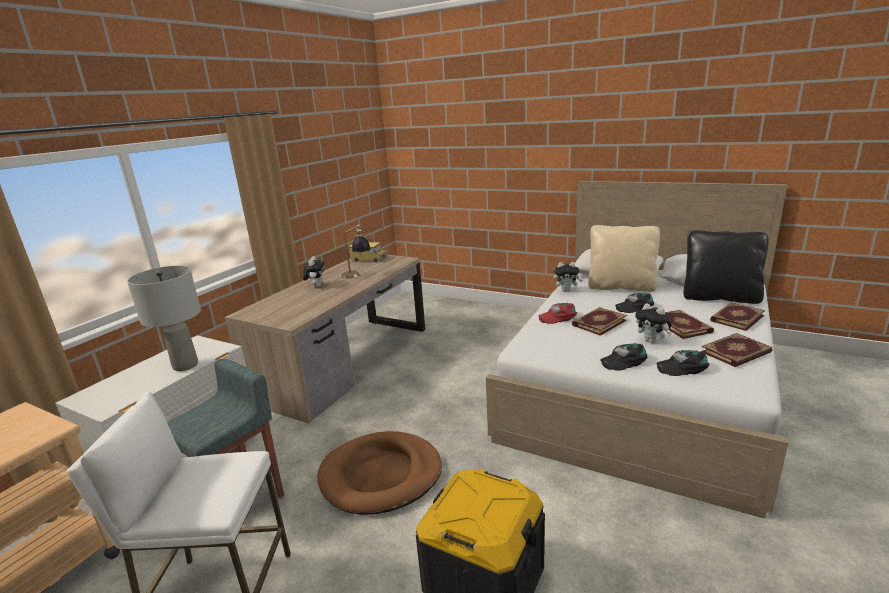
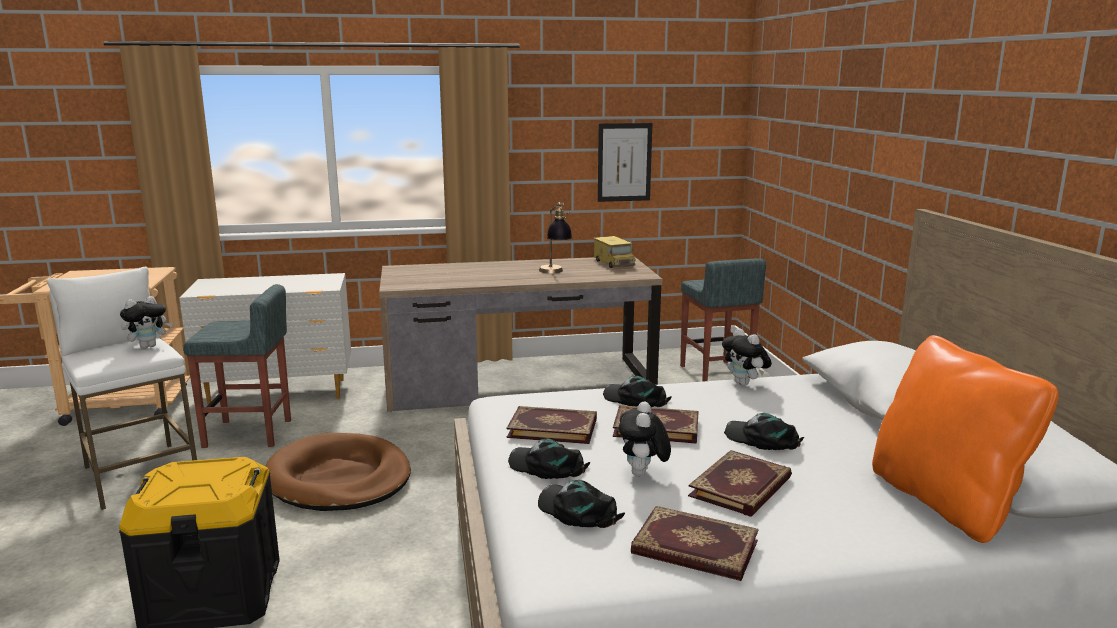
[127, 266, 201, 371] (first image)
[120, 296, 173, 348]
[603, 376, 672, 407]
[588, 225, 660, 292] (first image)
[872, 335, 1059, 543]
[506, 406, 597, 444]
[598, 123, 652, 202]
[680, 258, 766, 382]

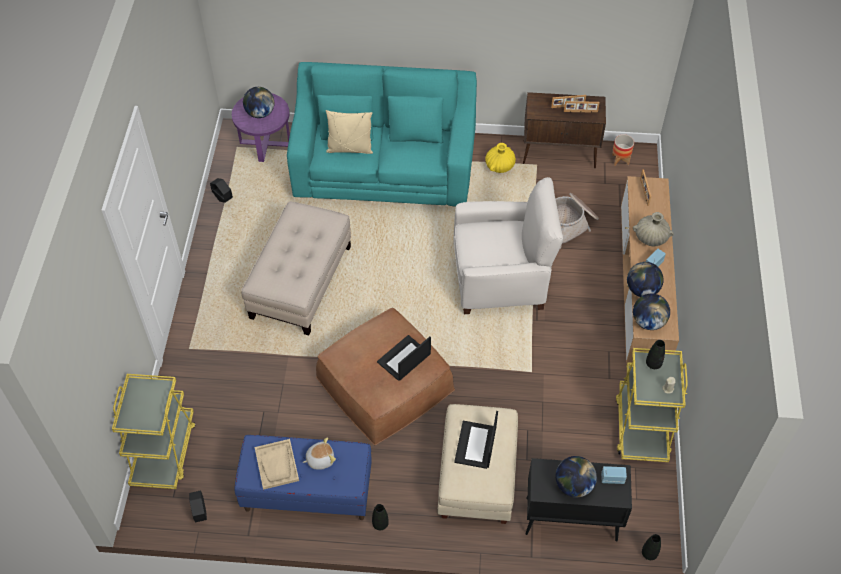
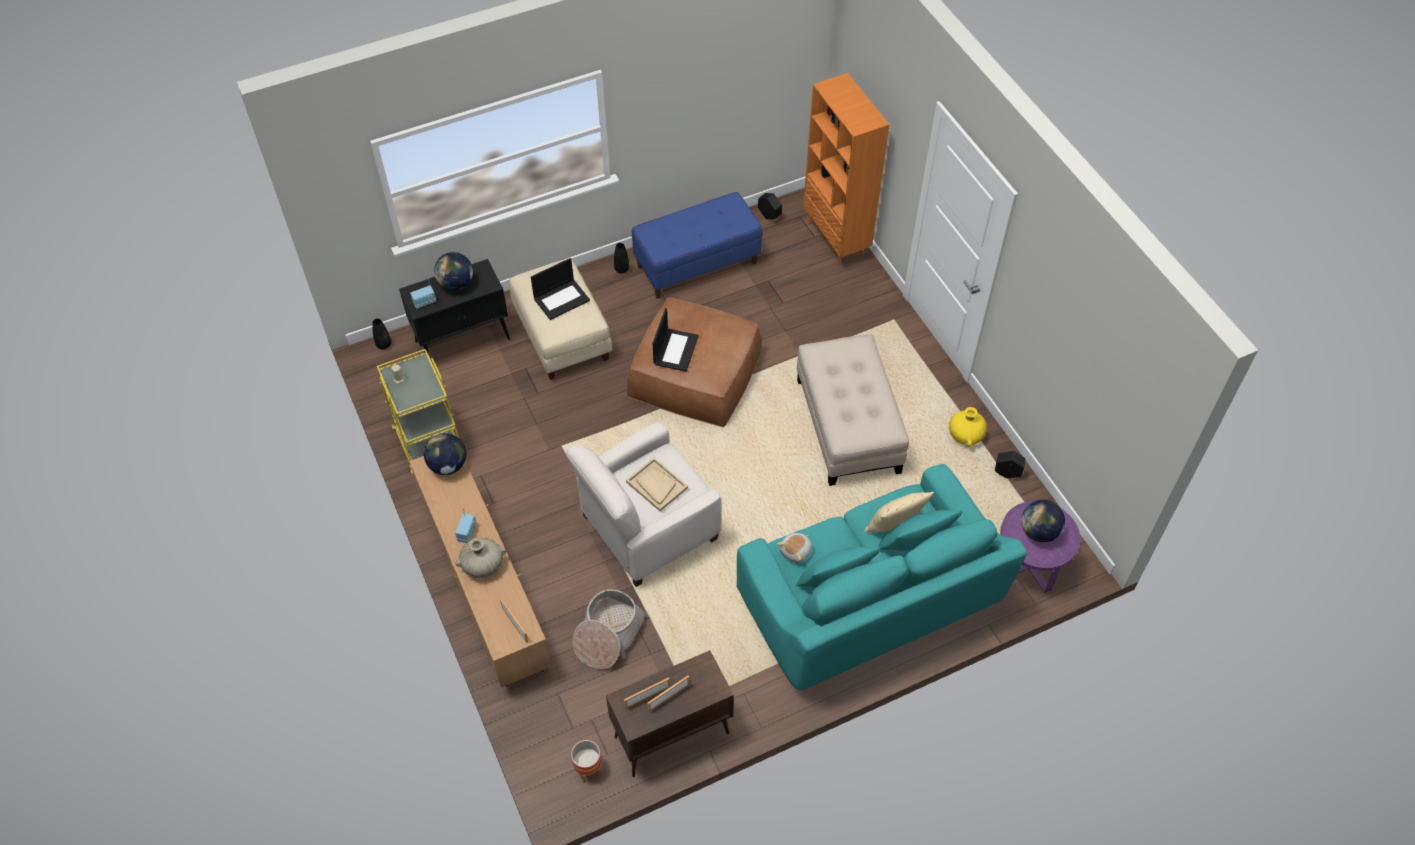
[803, 73, 889, 266]
[626, 457, 688, 511]
[777, 533, 812, 563]
[531, 258, 590, 320]
[949, 407, 987, 446]
[627, 262, 664, 297] (first image)
[646, 340, 665, 369] (first image)

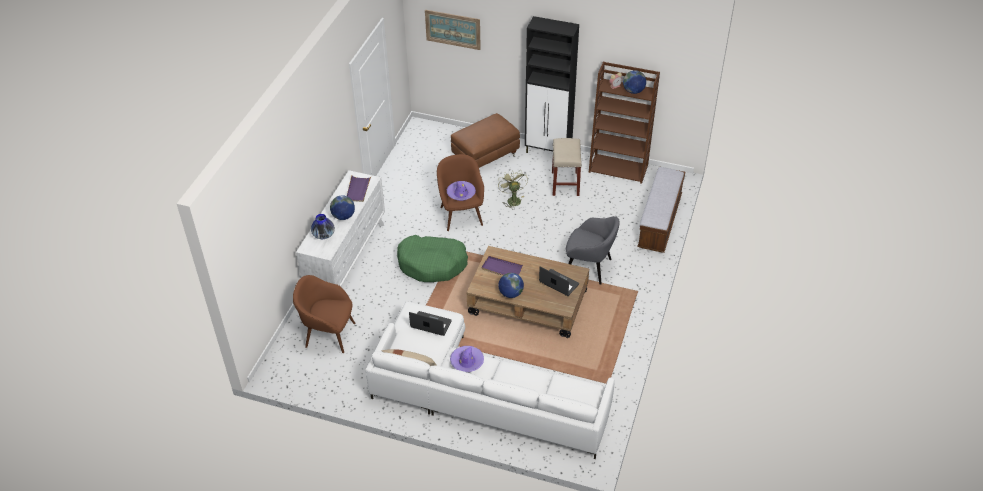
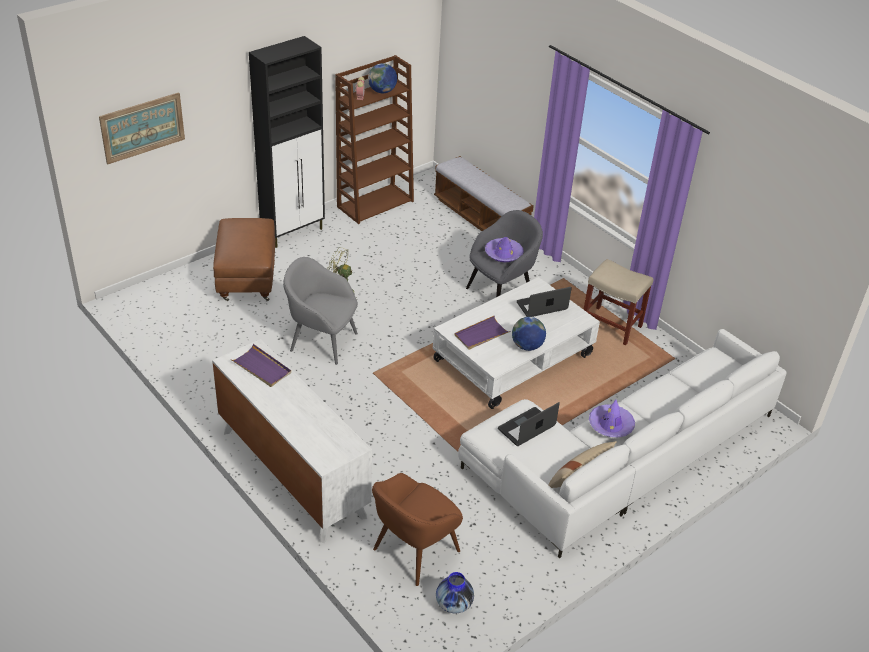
[436, 572, 474, 613]
[330, 195, 355, 220] (first image)
[397, 235, 468, 282] (first image)
[283, 257, 358, 365]
[485, 237, 524, 262]
[433, 277, 600, 409]
[583, 259, 653, 345]

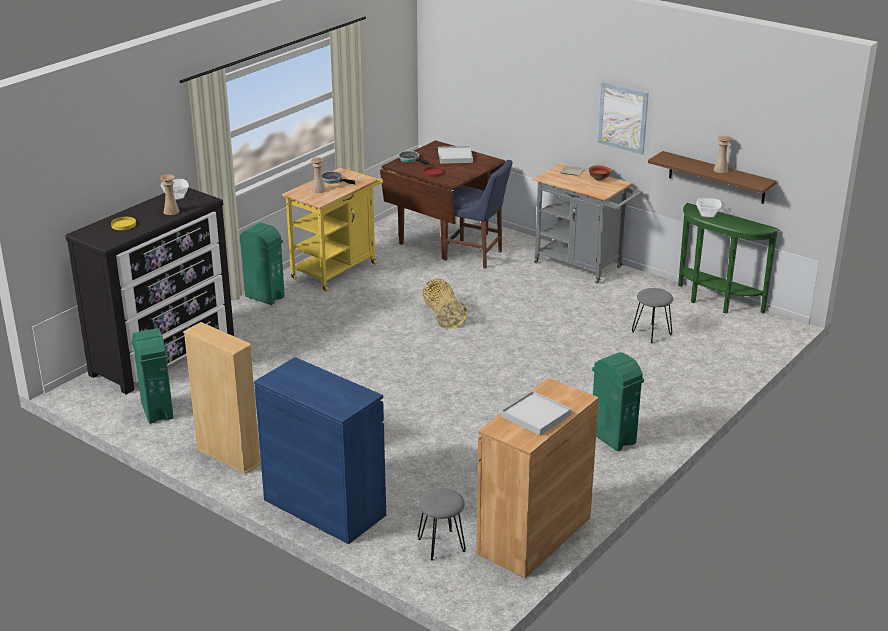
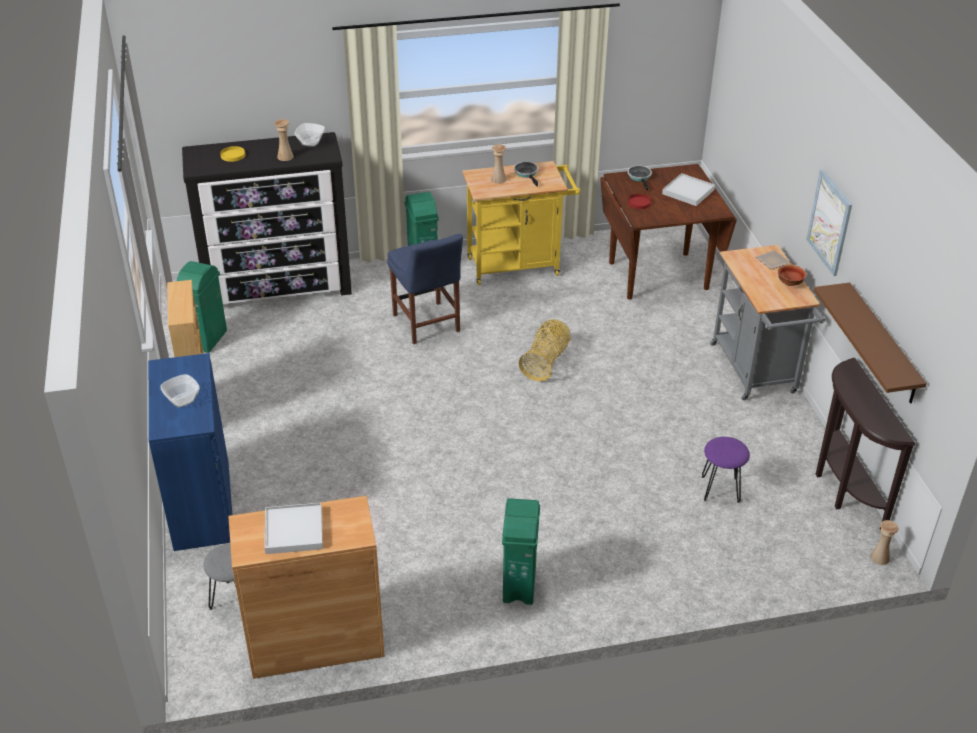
[387, 234, 463, 344]
[702, 437, 750, 503]
[816, 358, 915, 530]
[160, 374, 200, 408]
[870, 520, 898, 565]

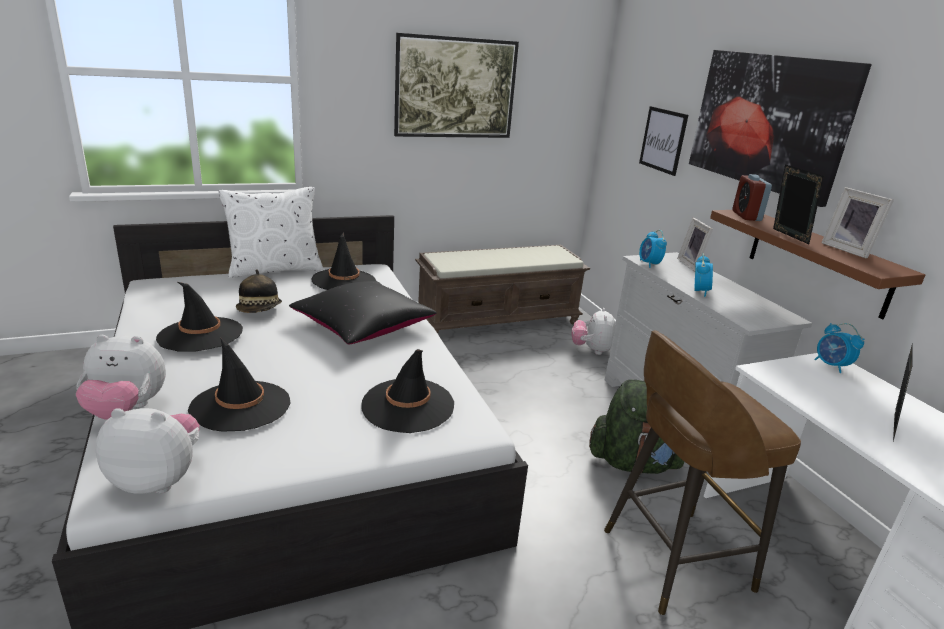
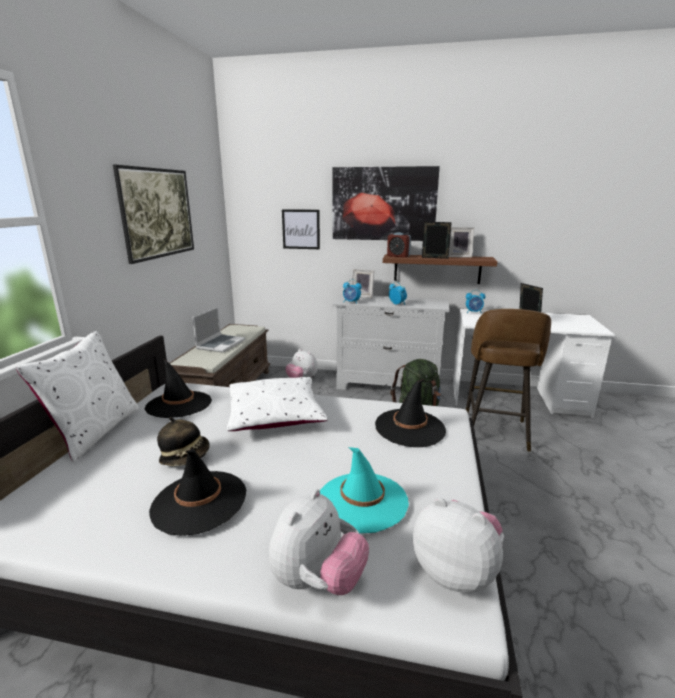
[413, 498, 504, 592]
[320, 447, 409, 533]
[227, 377, 328, 431]
[193, 307, 246, 352]

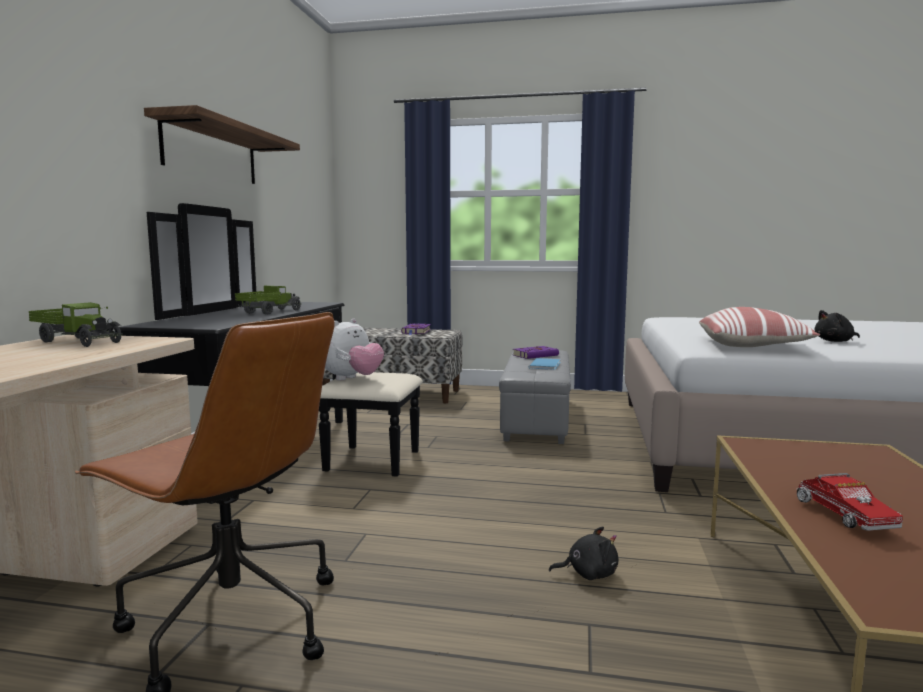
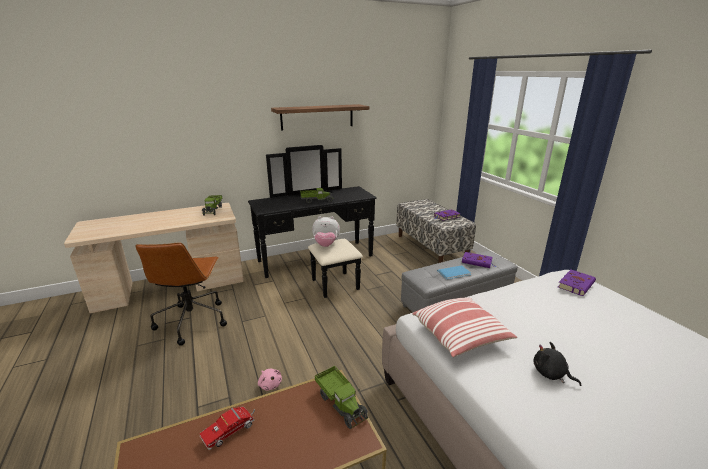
[258, 369, 282, 391]
[315, 366, 368, 429]
[558, 270, 596, 296]

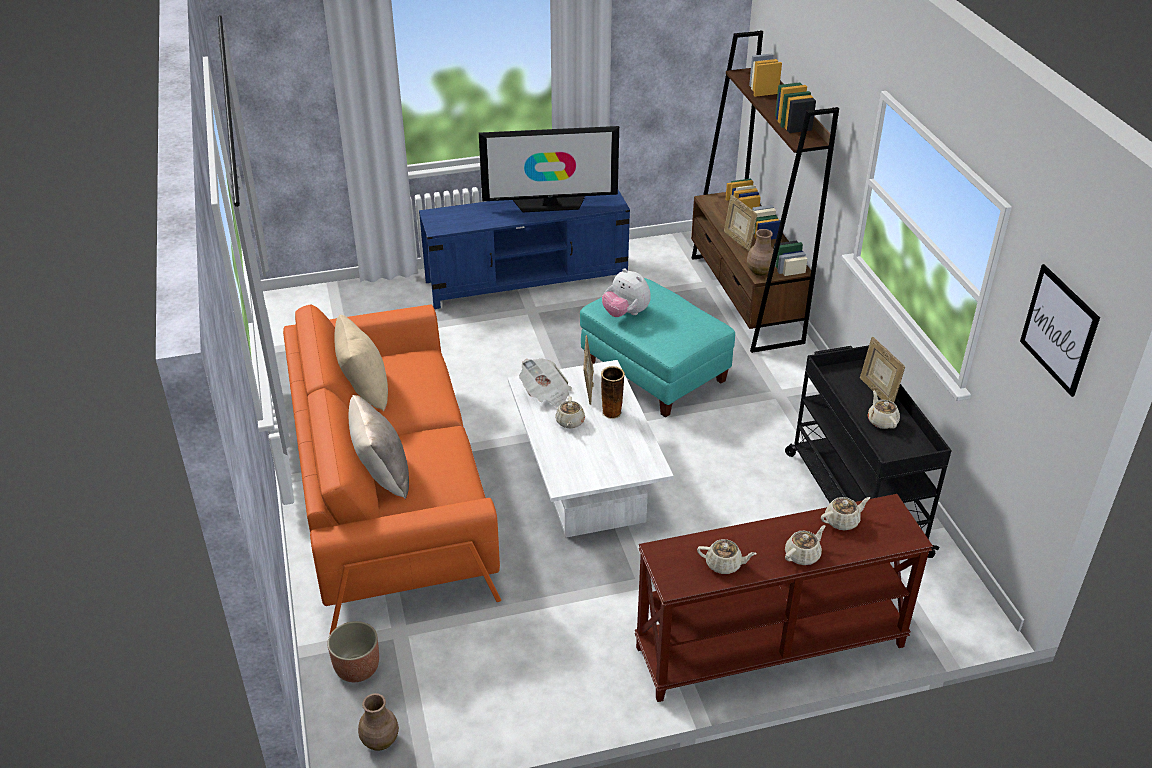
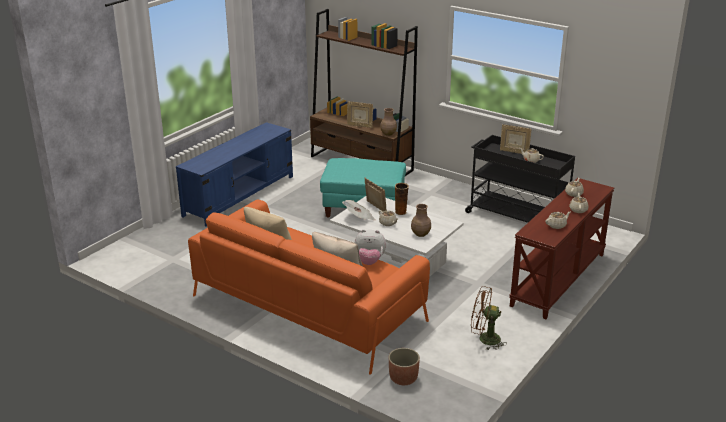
[411, 204, 431, 237]
[479, 126, 619, 212] (first image)
[355, 229, 386, 265]
[1020, 264, 1100, 397] (first image)
[471, 286, 507, 350]

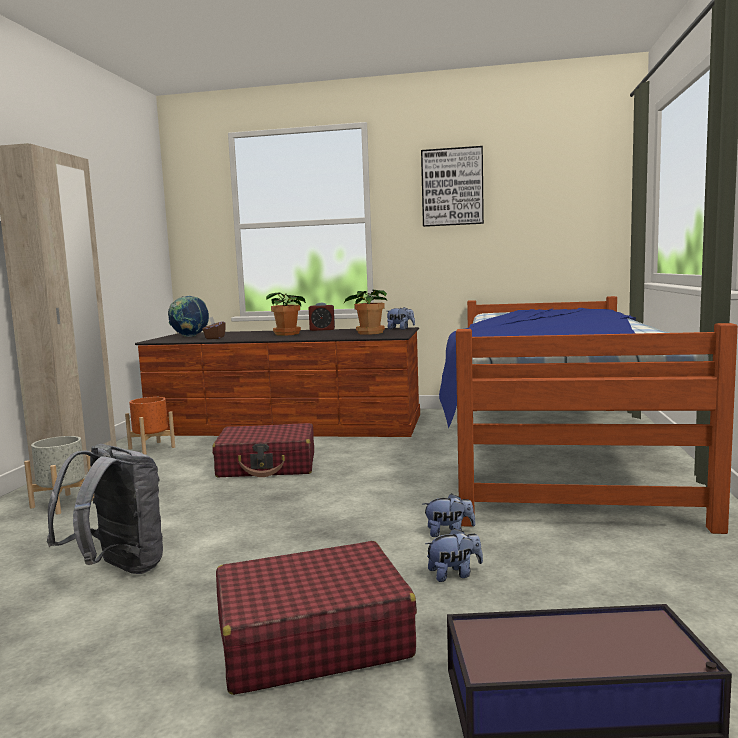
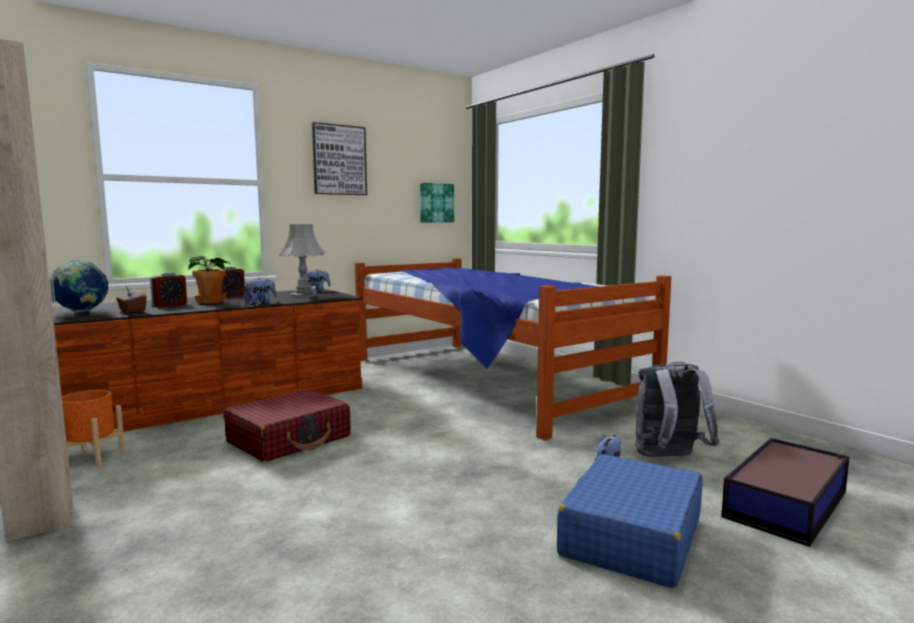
[24, 436, 94, 515] (first image)
[635, 362, 720, 457]
[557, 454, 702, 588]
[279, 224, 325, 297]
[243, 278, 277, 304]
[150, 272, 187, 307]
[420, 183, 454, 222]

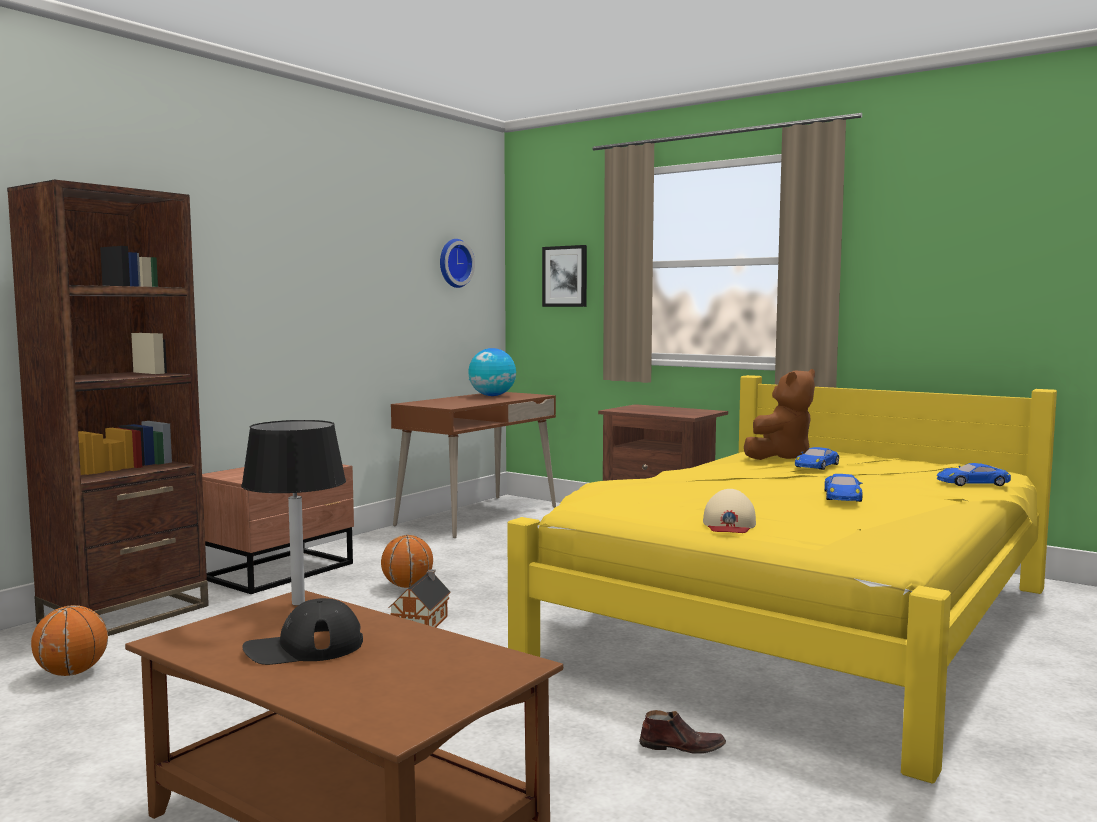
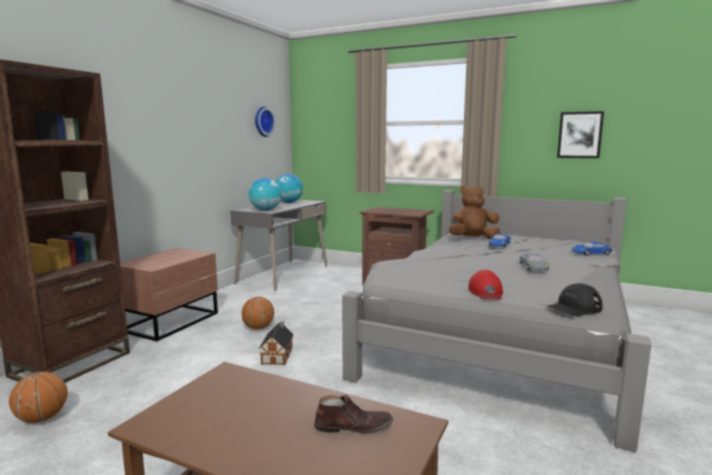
[241, 420, 346, 606] (first image)
[548, 284, 603, 316]
[230, 200, 327, 291]
[342, 190, 651, 452]
[557, 111, 604, 158]
[314, 395, 393, 434]
[468, 270, 503, 299]
[449, 186, 500, 239]
[520, 253, 549, 271]
[249, 178, 282, 211]

